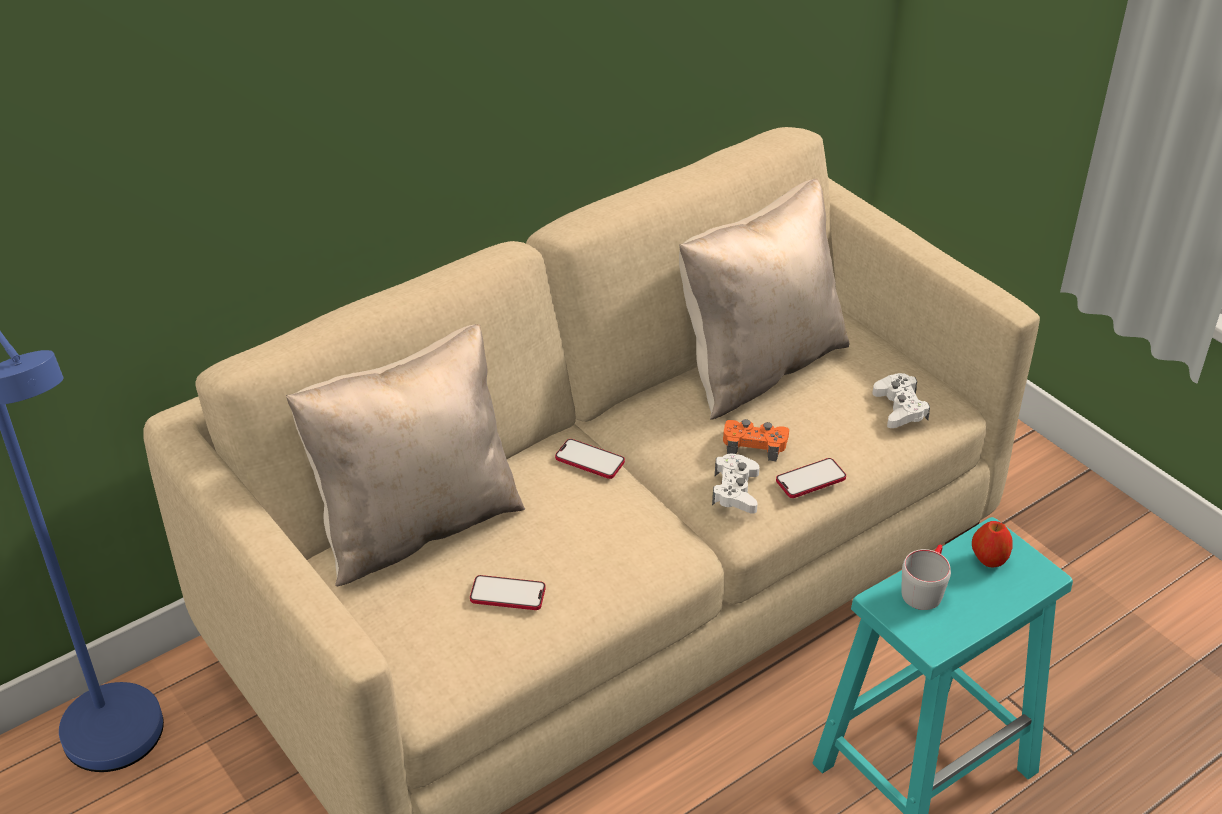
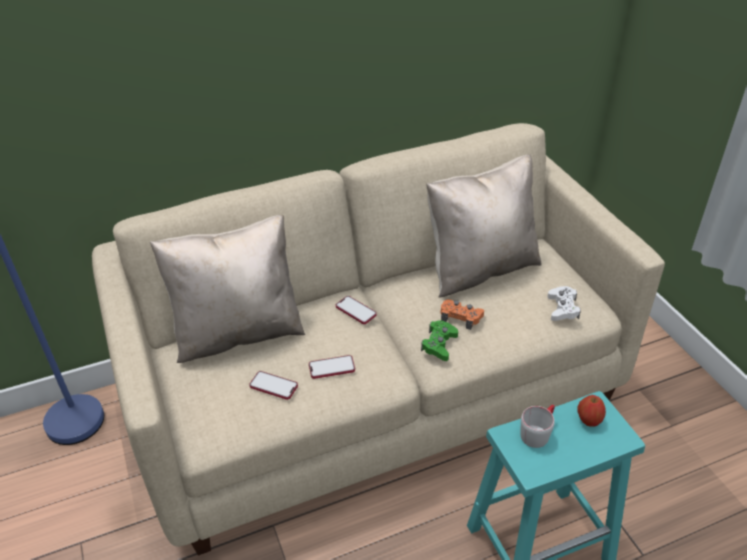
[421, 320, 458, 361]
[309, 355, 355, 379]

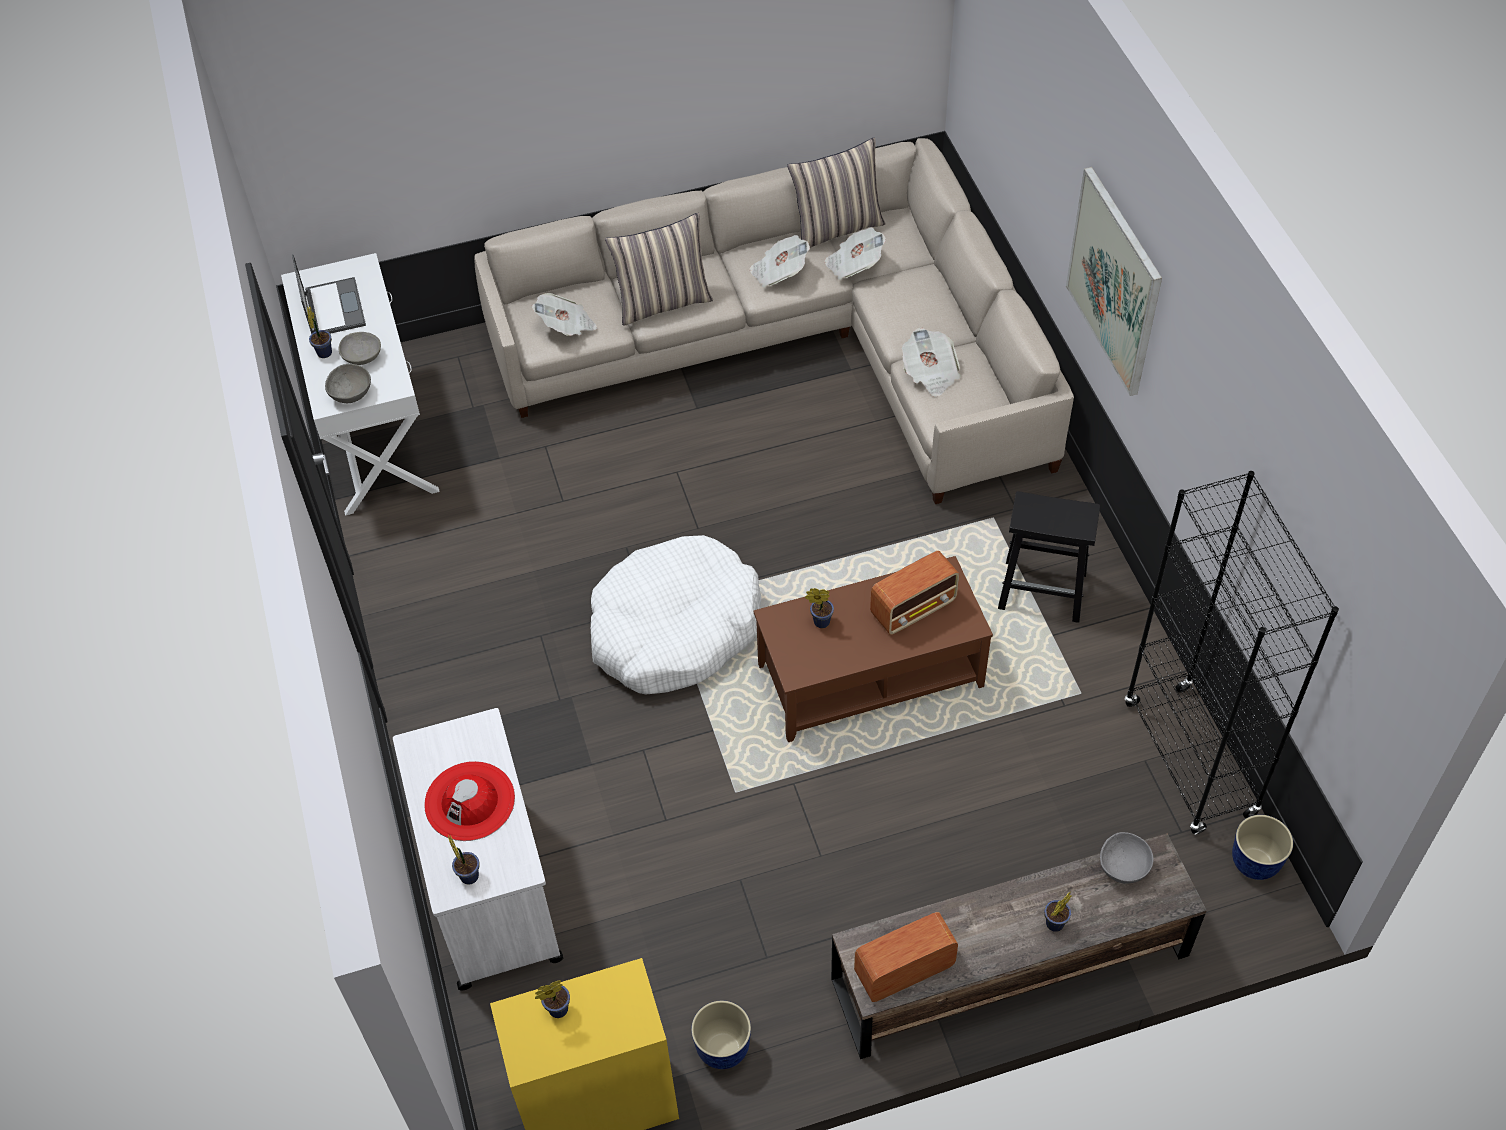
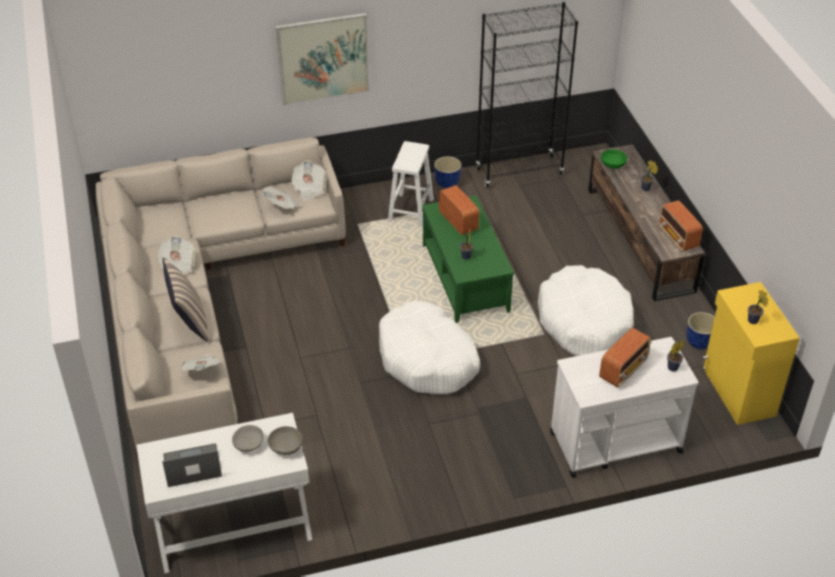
[307, 306, 332, 358] (first image)
[599, 328, 651, 388]
[422, 196, 514, 323]
[787, 138, 885, 248] (first image)
[291, 161, 326, 201]
[388, 141, 434, 227]
[601, 149, 627, 169]
[434, 156, 461, 188]
[538, 265, 634, 356]

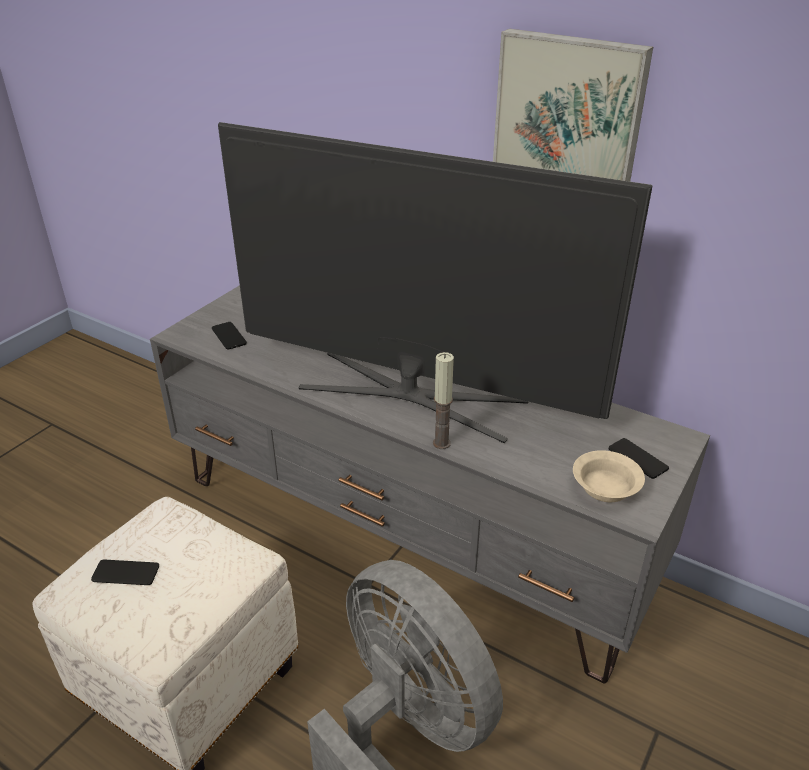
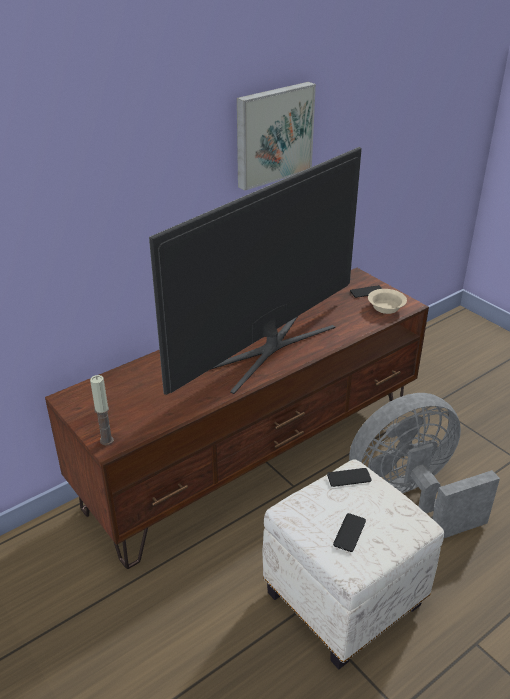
[45, 268, 429, 569]
[327, 468, 371, 487]
[90, 375, 114, 445]

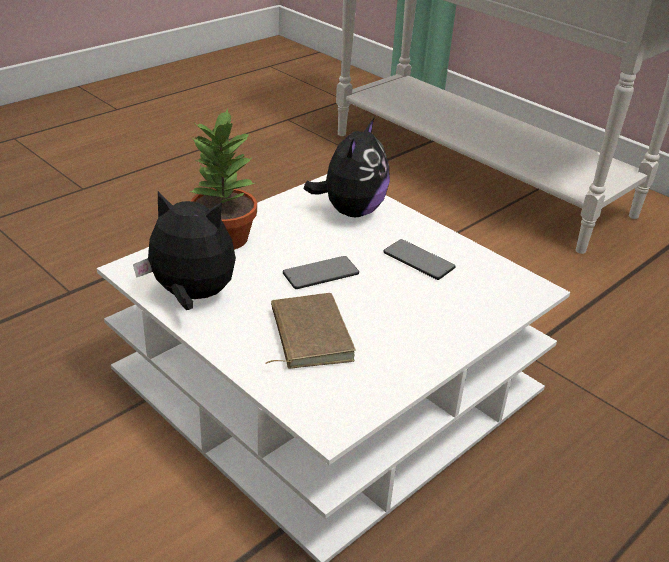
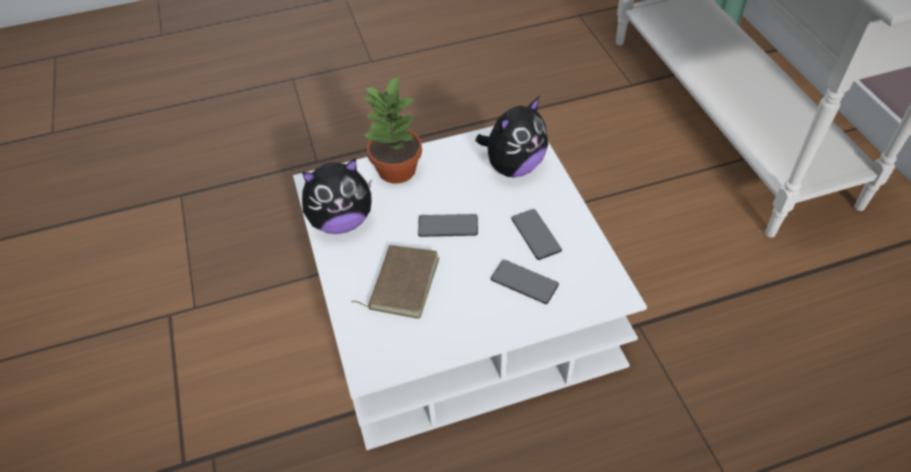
[302, 158, 371, 234]
[491, 260, 559, 304]

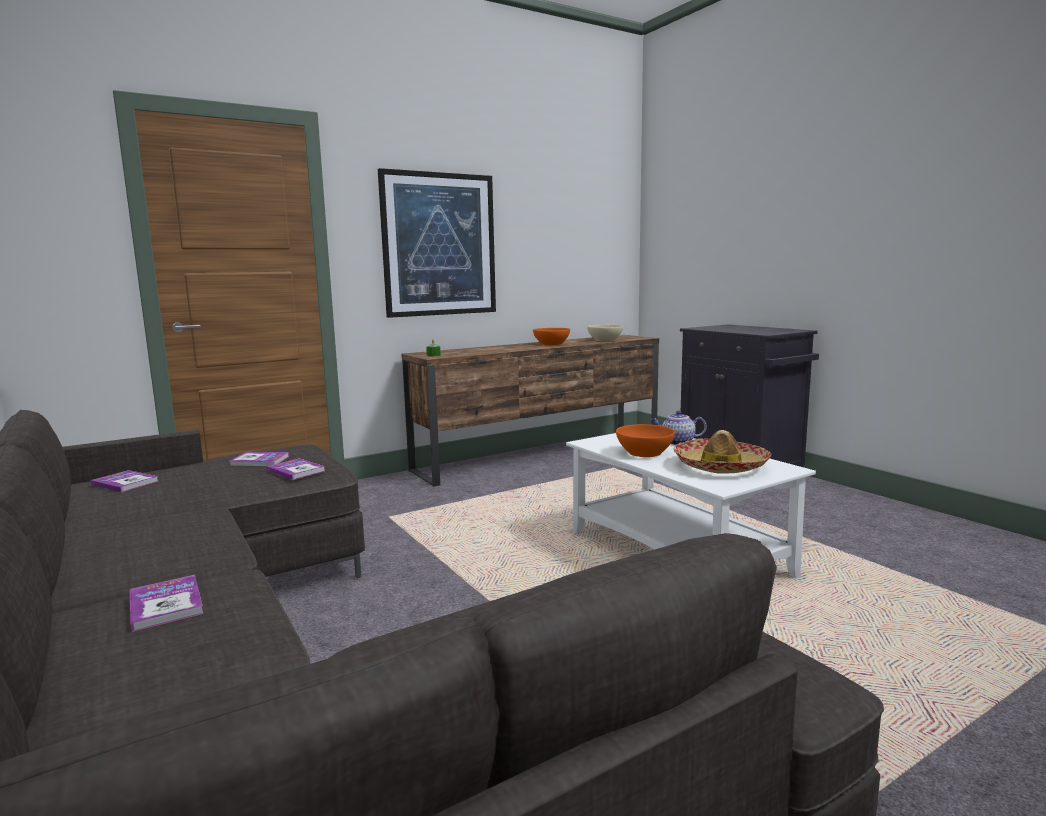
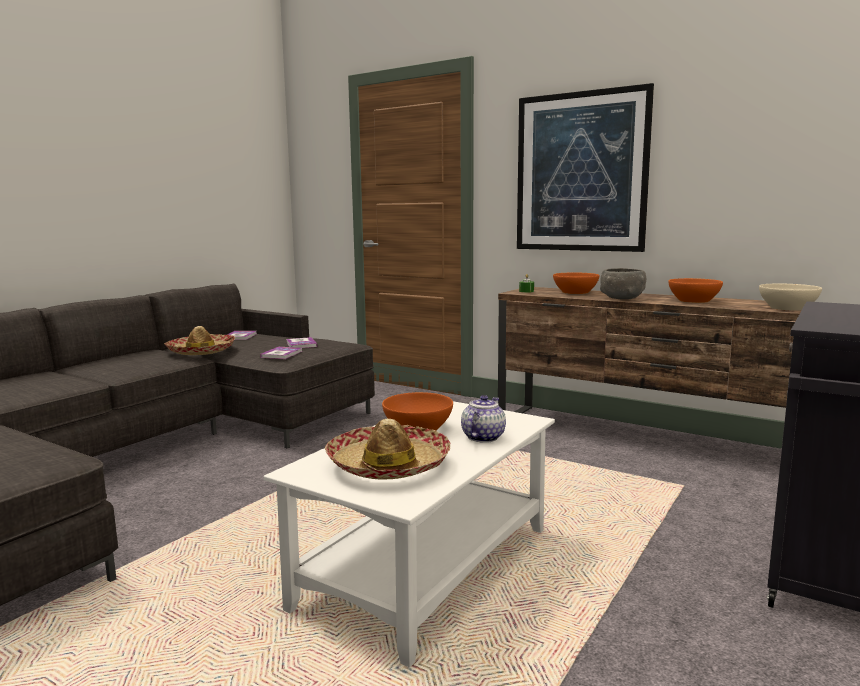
[129, 575, 204, 632] (first image)
[461, 395, 506, 443]
[164, 326, 235, 355]
[553, 272, 600, 294]
[600, 268, 646, 300]

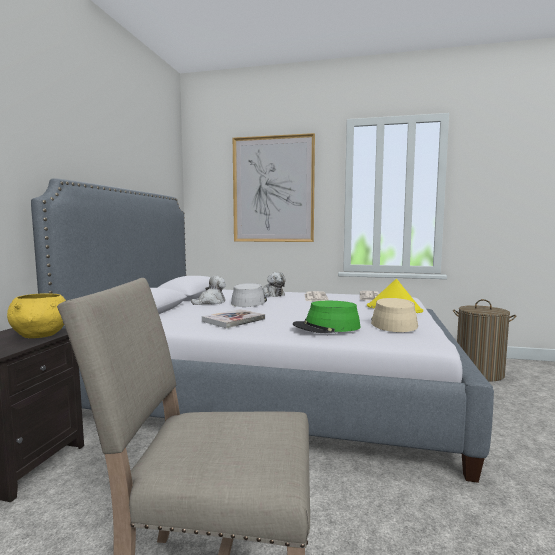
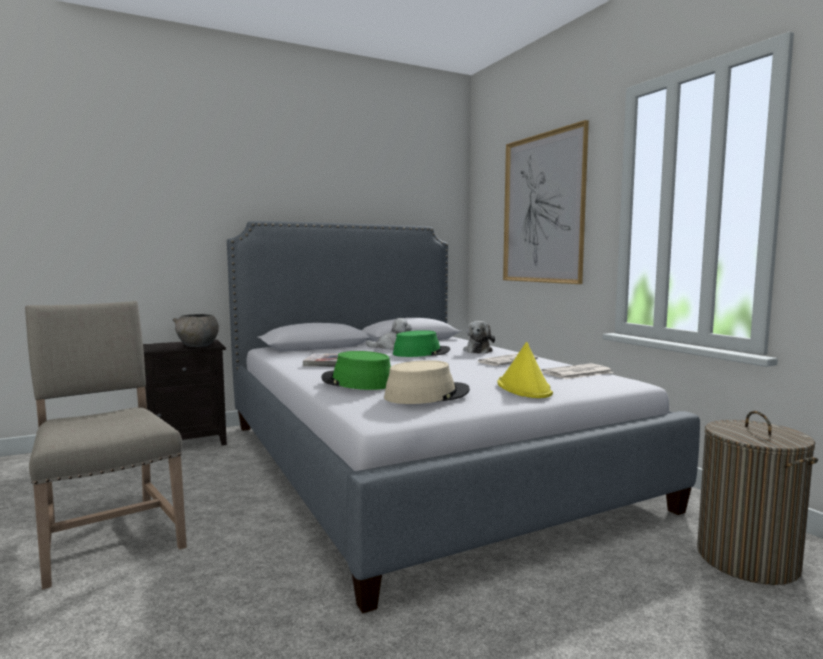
[173, 314, 219, 347]
[393, 330, 450, 357]

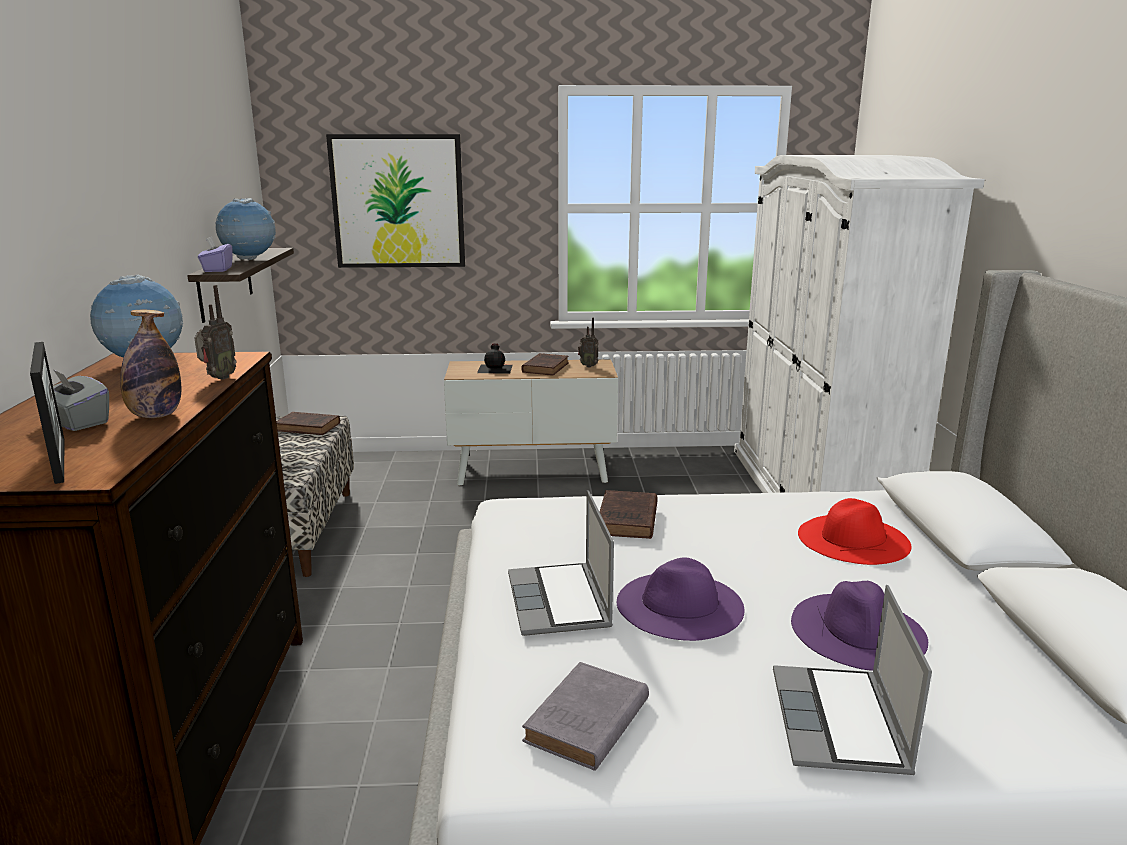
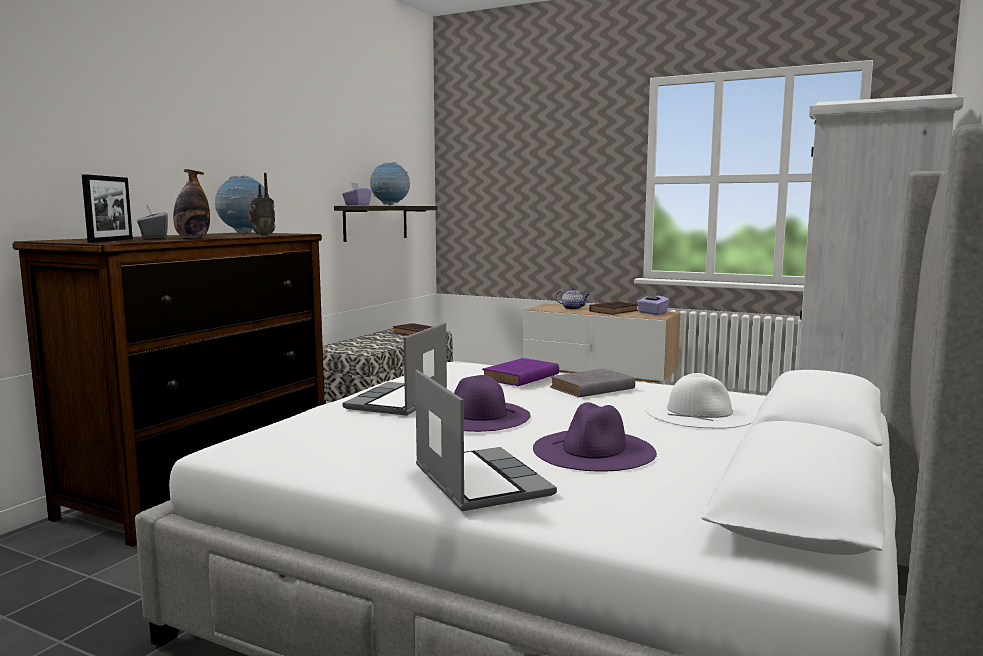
[326, 134, 465, 268] (first image)
[556, 287, 590, 310]
[550, 369, 635, 398]
[637, 291, 670, 315]
[482, 358, 559, 386]
[415, 370, 557, 511]
[645, 373, 755, 429]

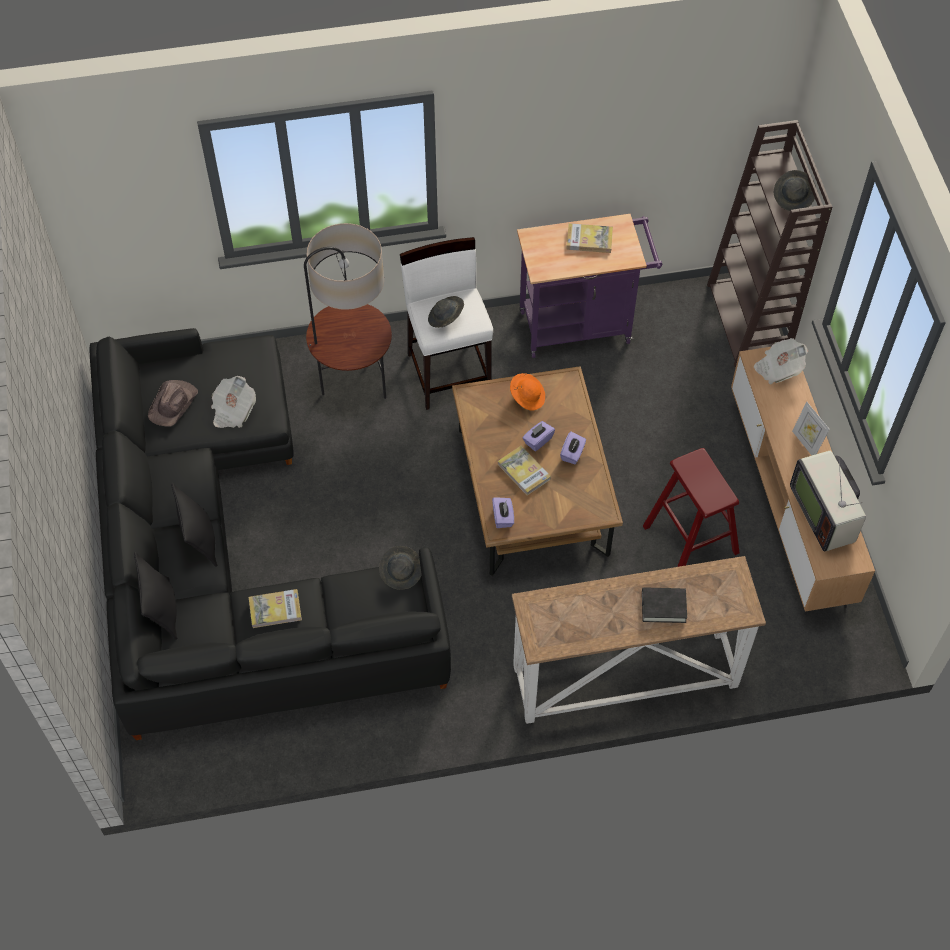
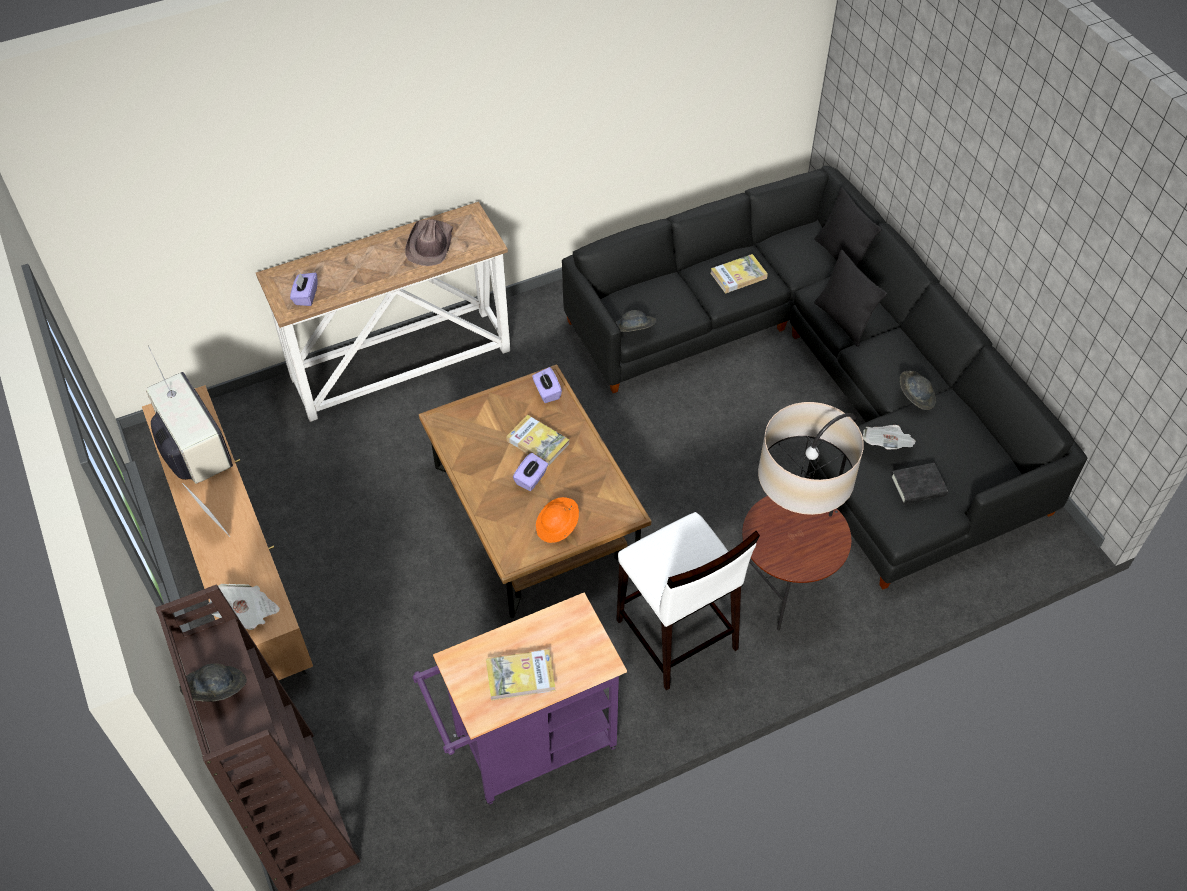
[405, 219, 454, 266]
[900, 371, 936, 410]
[290, 273, 317, 306]
[891, 463, 948, 504]
[643, 448, 740, 567] (first image)

